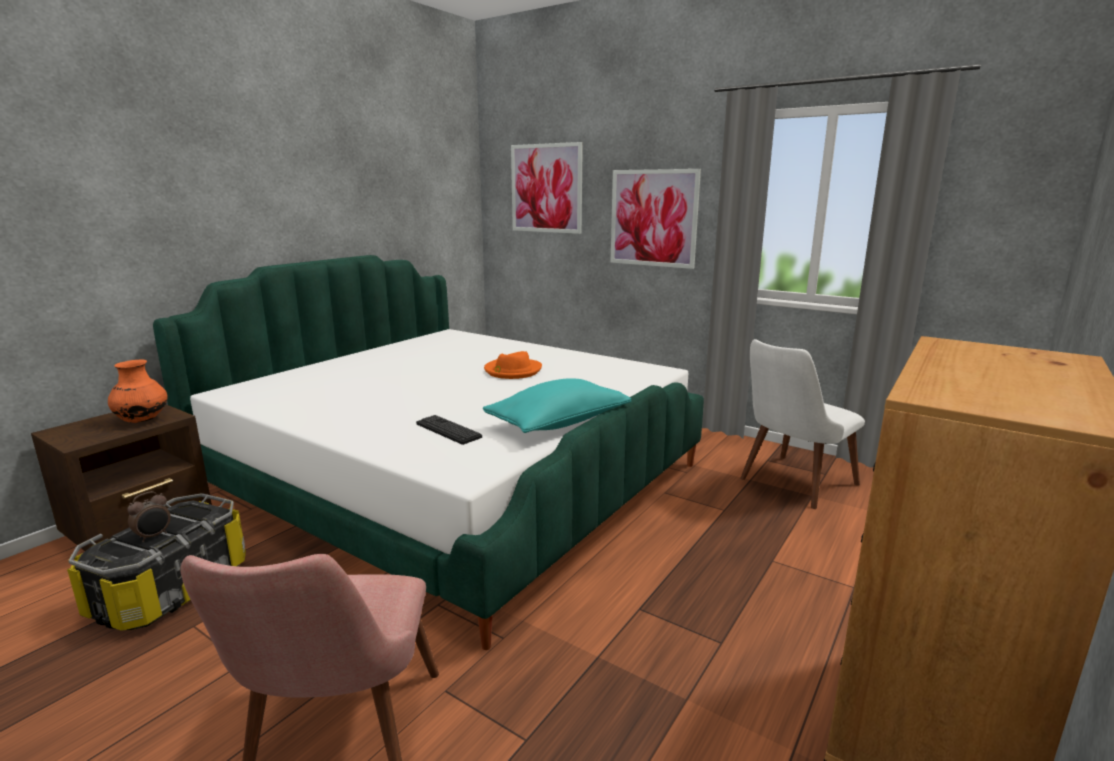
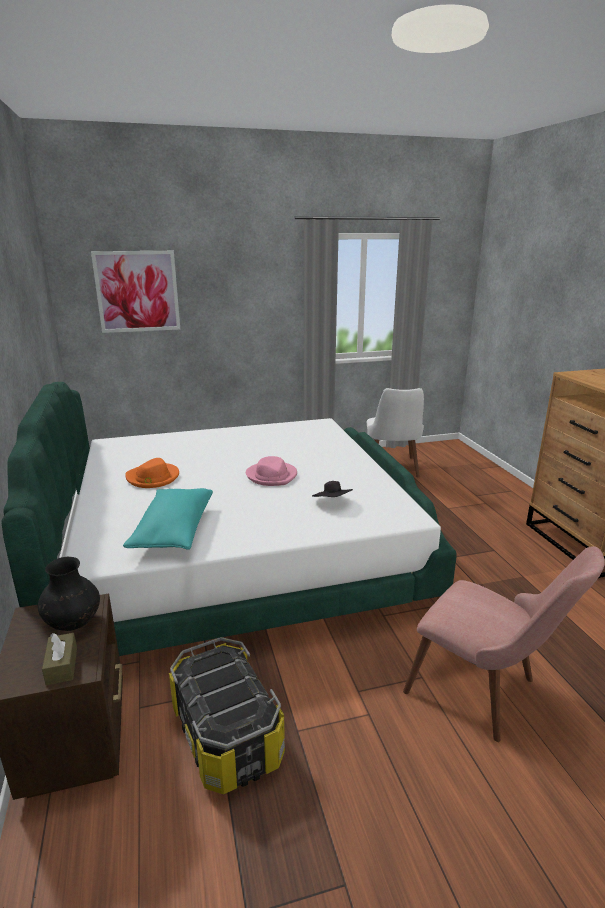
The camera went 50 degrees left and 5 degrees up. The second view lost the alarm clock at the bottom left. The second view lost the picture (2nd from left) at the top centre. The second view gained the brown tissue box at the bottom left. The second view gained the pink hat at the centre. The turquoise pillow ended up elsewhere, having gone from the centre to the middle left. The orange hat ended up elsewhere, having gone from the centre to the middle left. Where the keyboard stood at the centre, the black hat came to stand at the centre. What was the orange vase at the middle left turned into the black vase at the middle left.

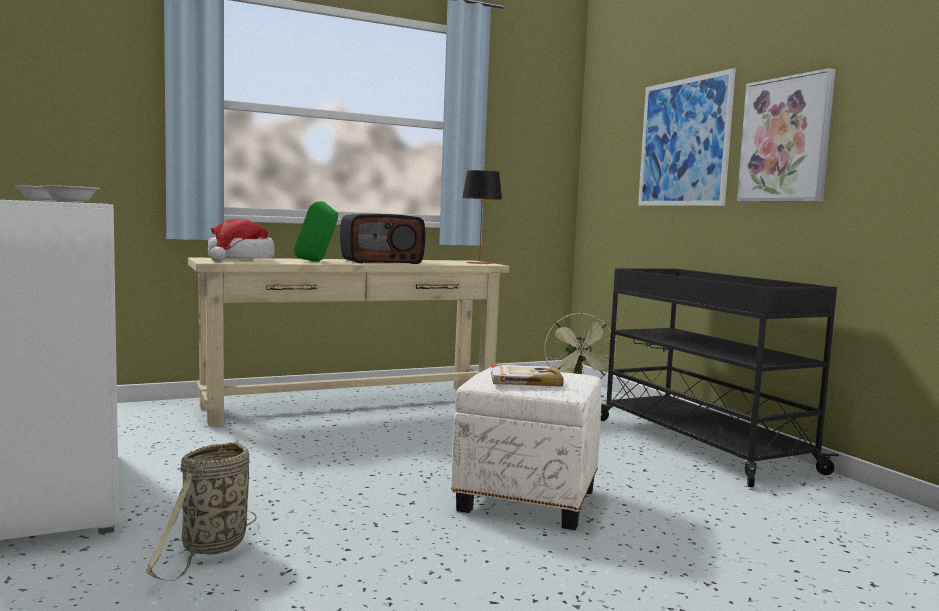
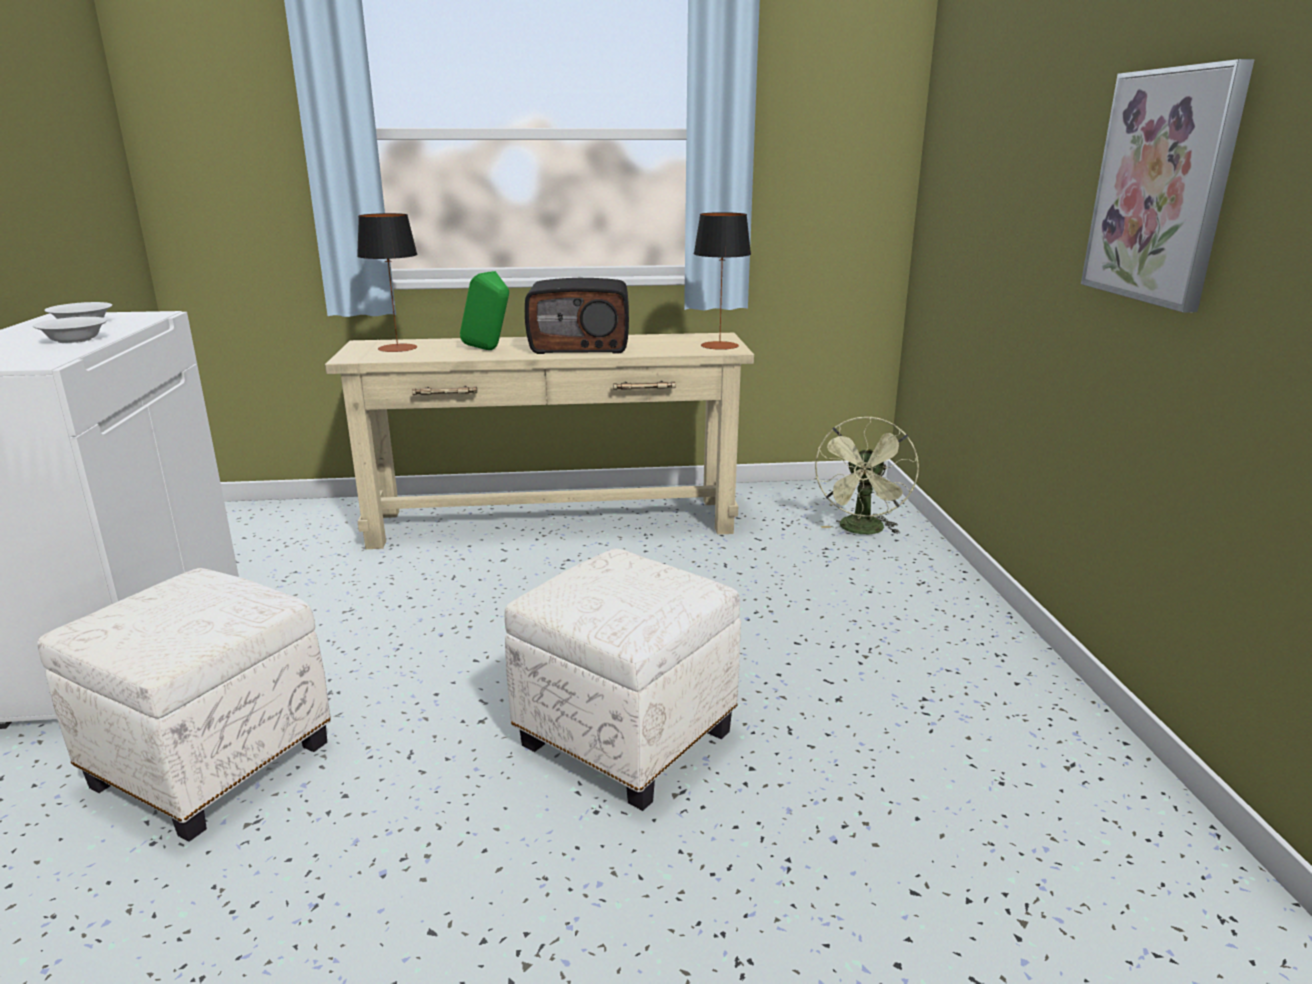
The camera went 20 degrees right and 15 degrees up. The second view lost the book at the centre. The second view lost the black cart at the middle right. The second view lost the picture (1st from left) at the top right. Where the basket stood at the bottom left, the white ottoman (1st from left) came to stand at the bottom left. Where the hat stood at the middle left, the table lamp (1st from left) came to stand at the top left.

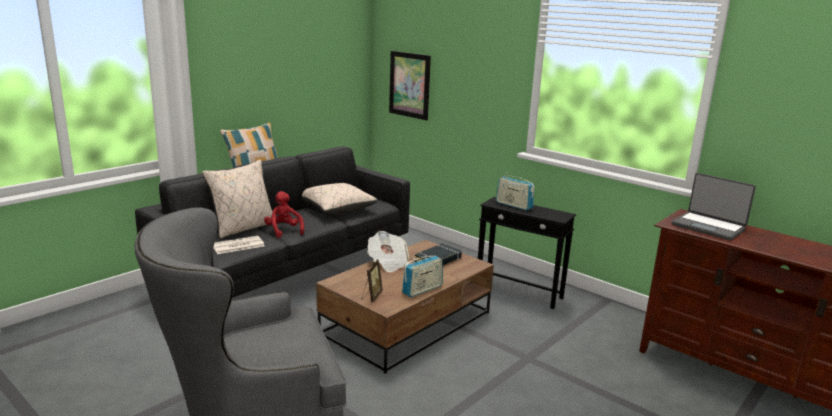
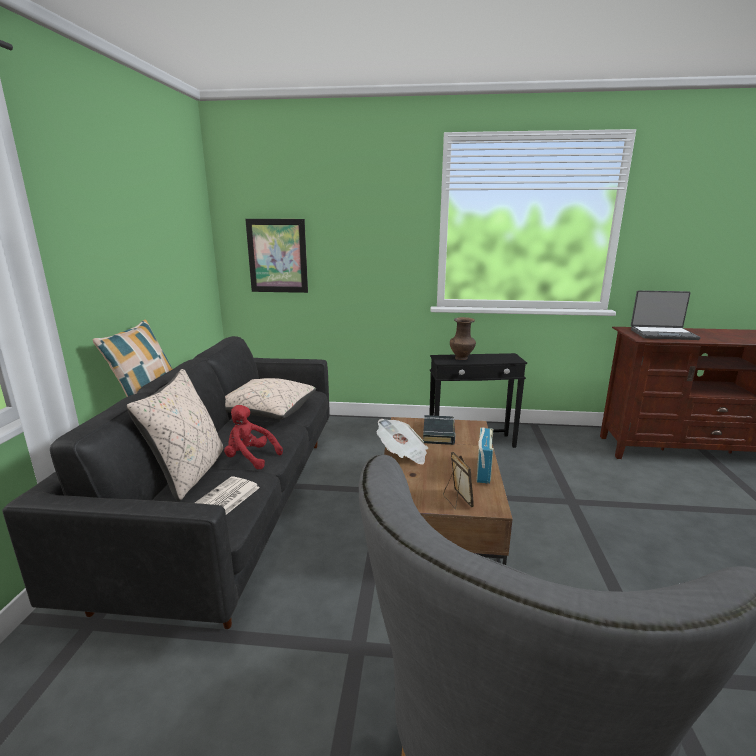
The camera went 35 degrees left and 0 degrees up. Where the radio (2nd from left) stood at the centre, the brown vase came to stand at the centre.

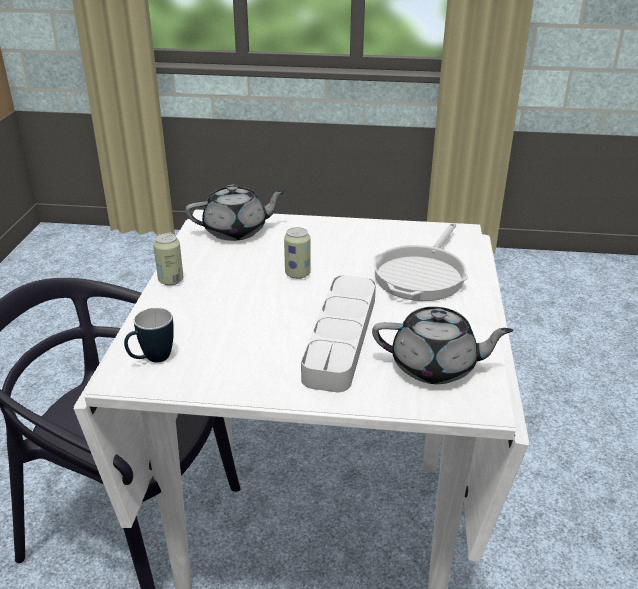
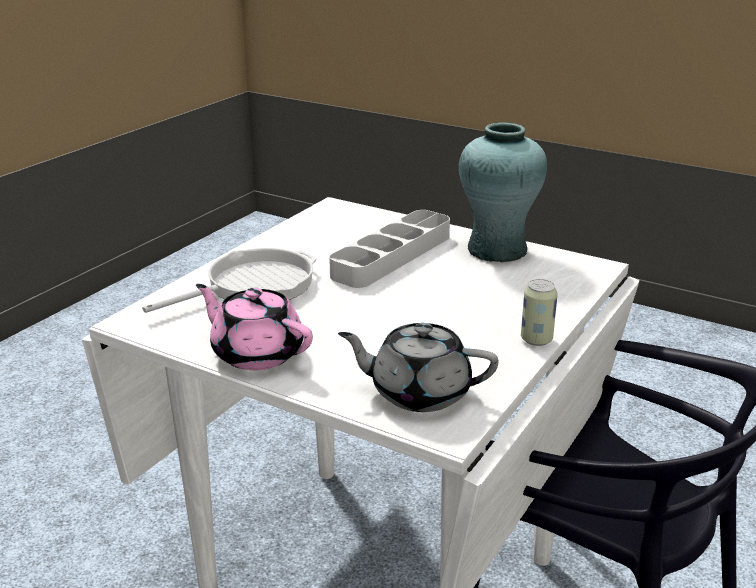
The camera went 155 degrees left and 5 degrees down. The second view lost the mug at the middle left. The second view lost the can (2nd from left) at the centre. The second view lost the grey teapot (2nd from left) at the middle right. The second view gained the pink teapot at the centre. The second view gained the turquoise vase at the top centre.

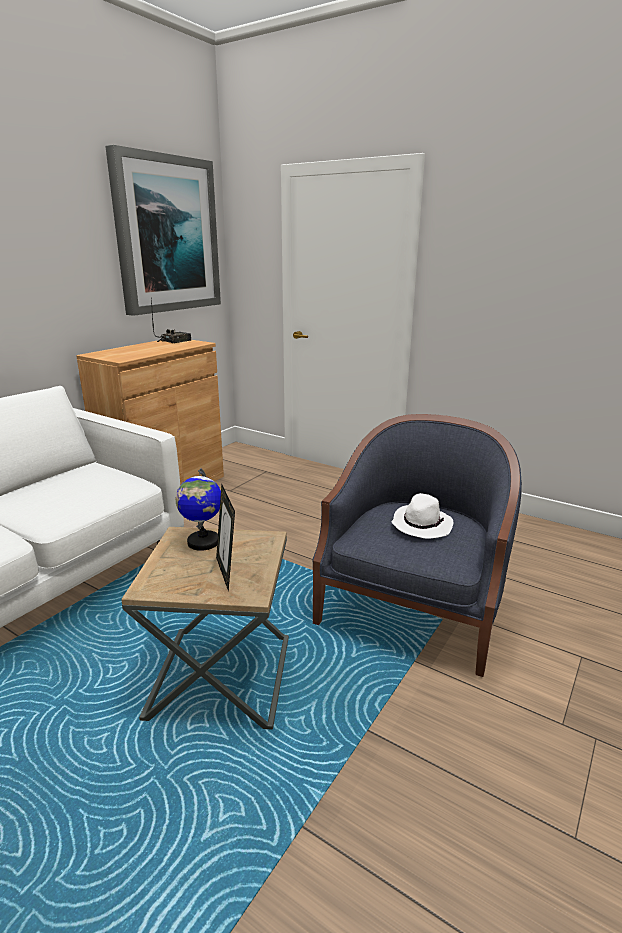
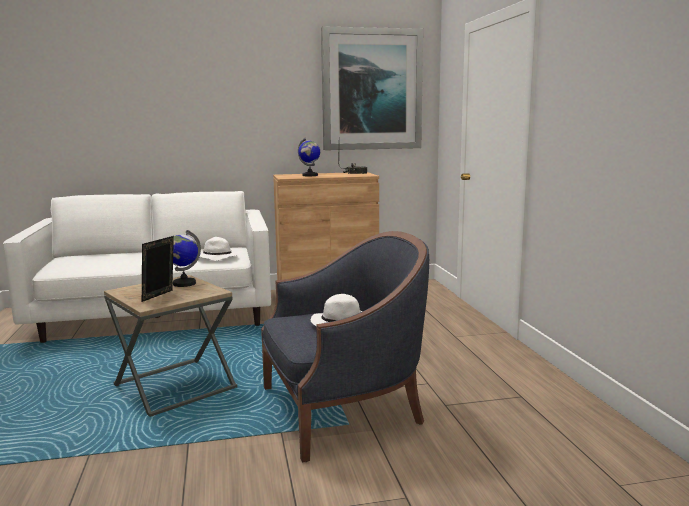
The camera went 45 degrees right and 10 degrees down. The second view gained the white hat (1st from left) at the middle left. The second view gained the globe (2nd from left) at the top centre.

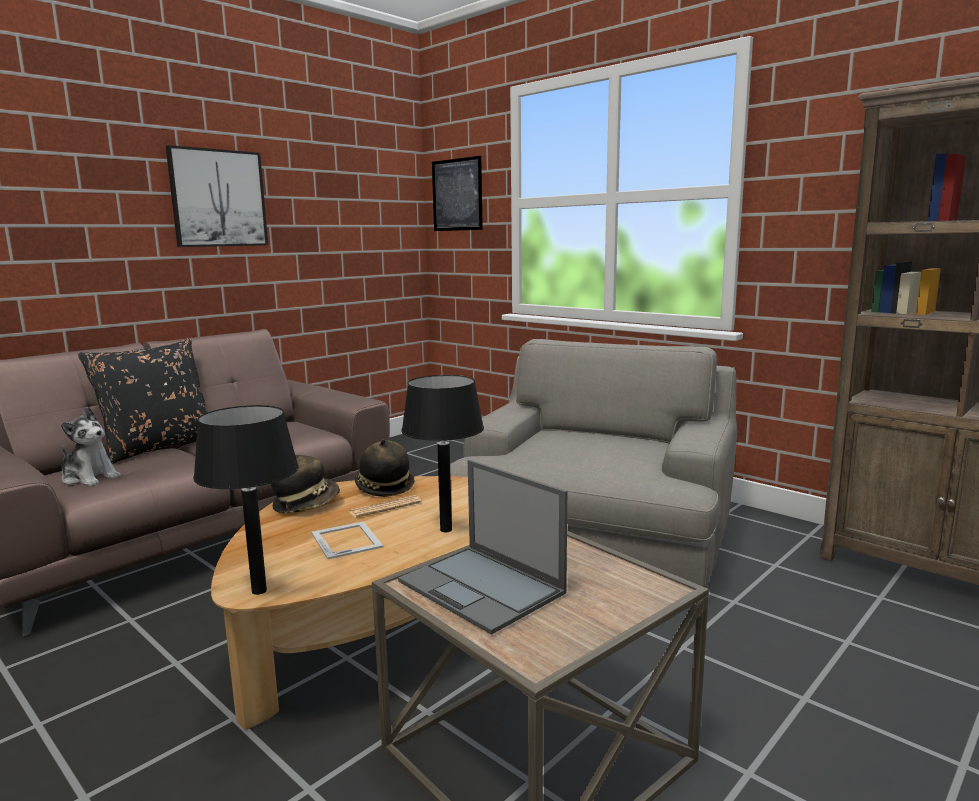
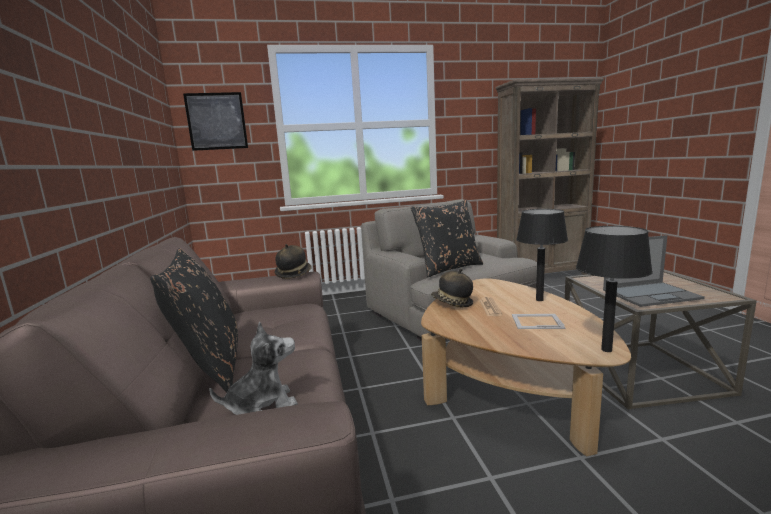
The camera went 55 degrees left and 0 degrees up. The second view lost the picture (1st from left) at the top left. The second view gained the black pillow (2nd from left) at the centre. The hat (1st from left) ended up elsewhere, having gone from the middle left to the centre.

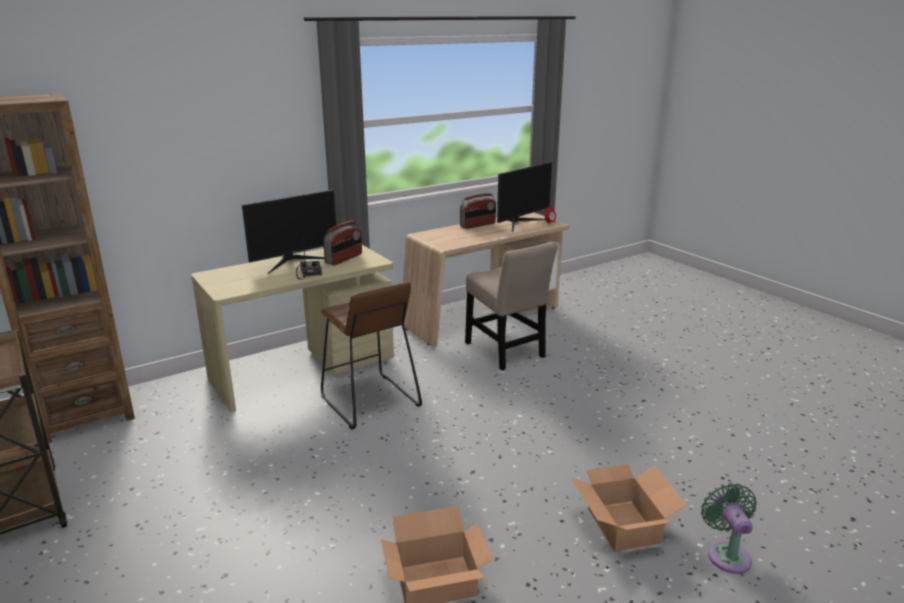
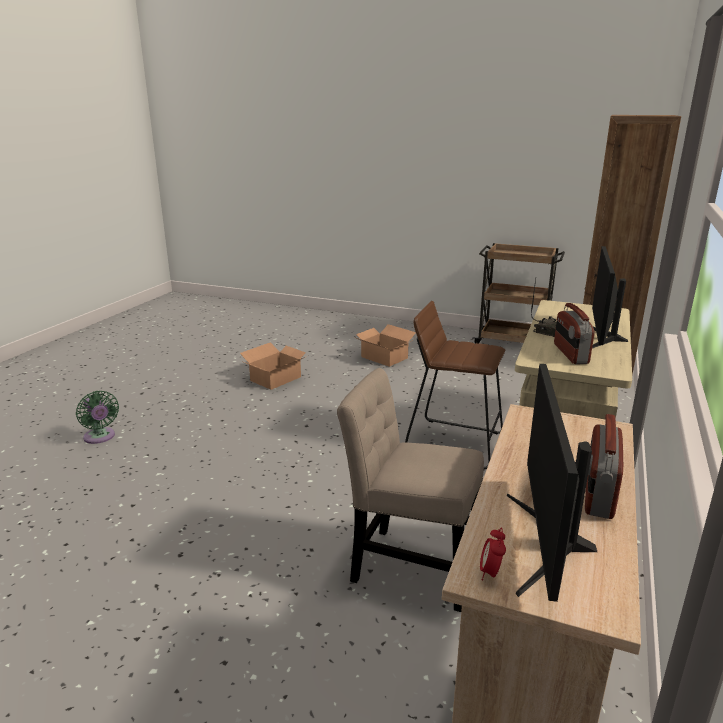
The camera went 145 degrees right and 0 degrees up. The cardboard box (2nd from left) ended up elsewhere, having gone from the bottom right to the centre.

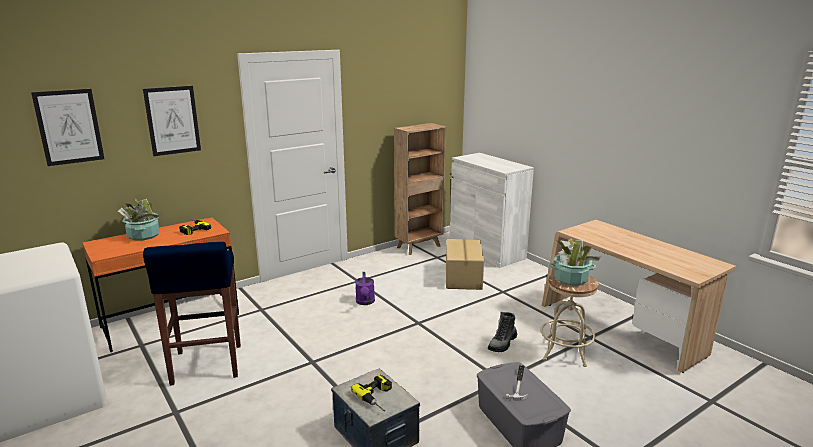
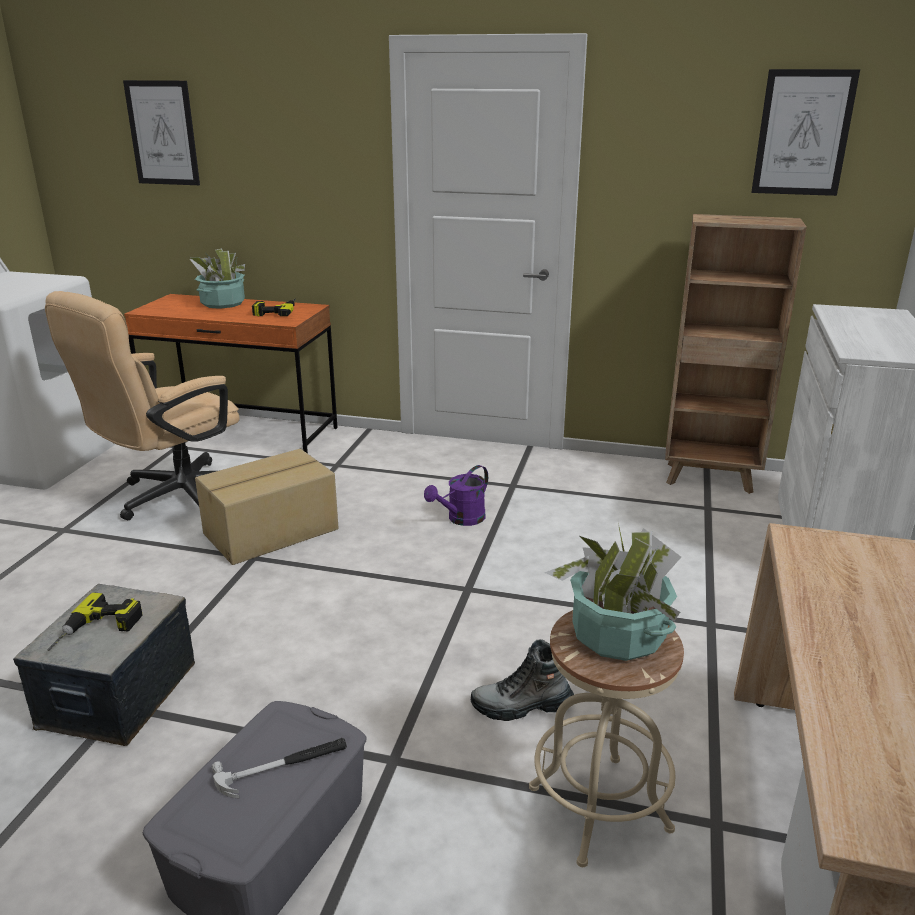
The camera went 50 degrees right and 5 degrees up. The picture (2nd from left) ended up elsewhere, having gone from the top left to the top right. The cardboard box ended up elsewhere, having gone from the centre to the middle left. Where the blue stool stood at the bottom left, the beige office chair came to stand at the middle left.

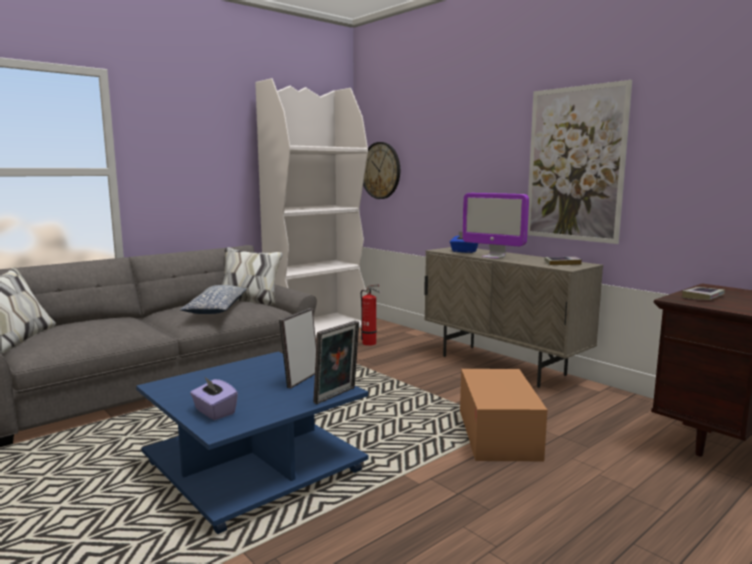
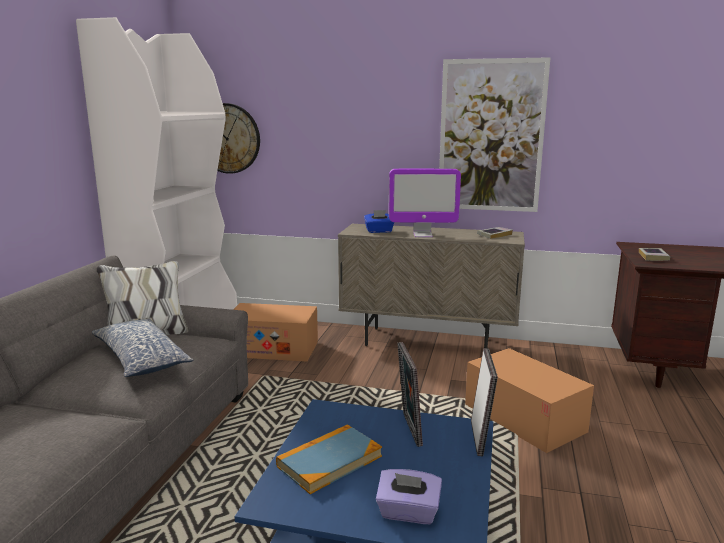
The camera went 35 degrees left and 5 degrees up. The second view gained the book (1st from left) at the bottom centre. Where the fire extinguisher stood at the centre, the cardboard box (1st from left) came to stand at the centre.

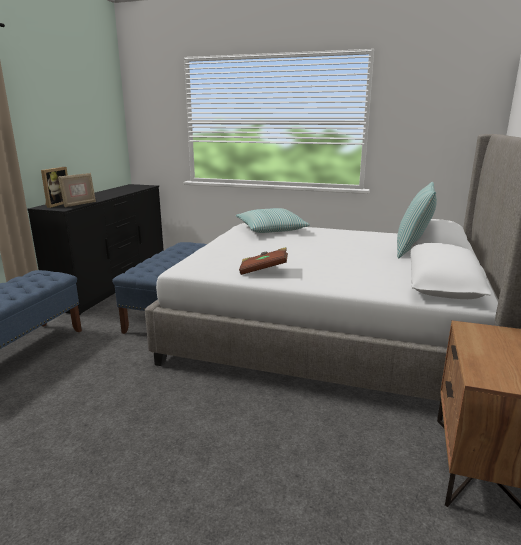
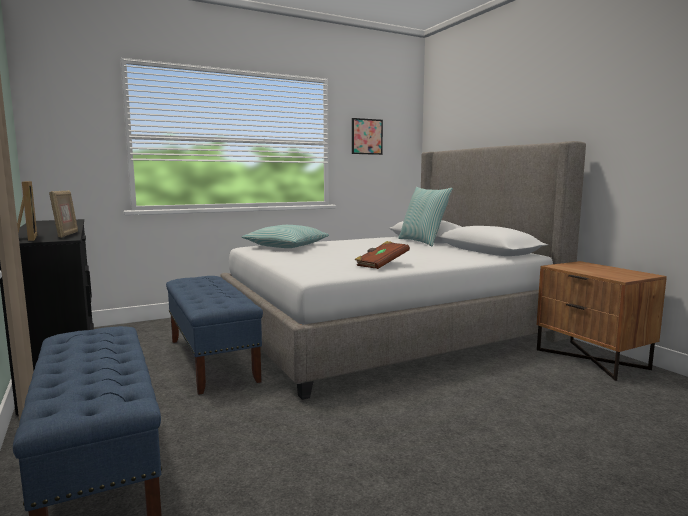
The camera went 45 degrees left and 10 degrees down. The second view gained the picture at the top centre.

